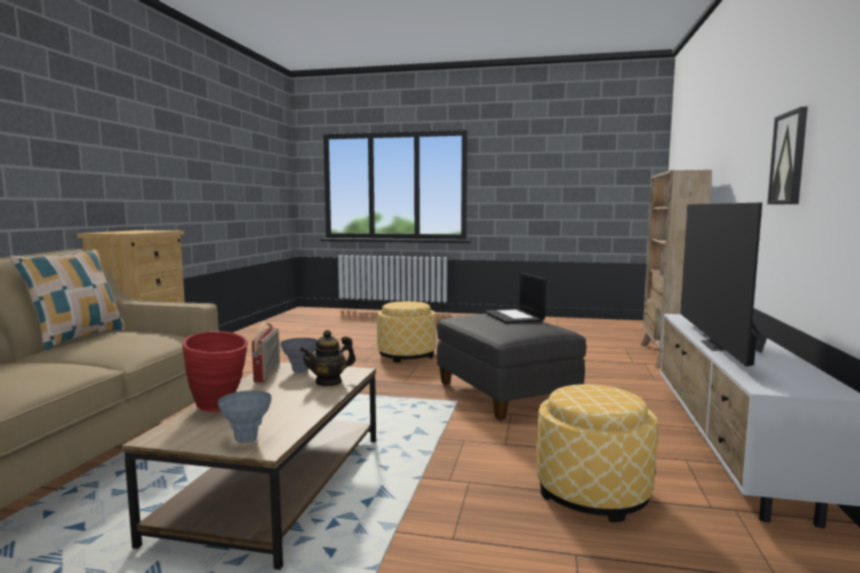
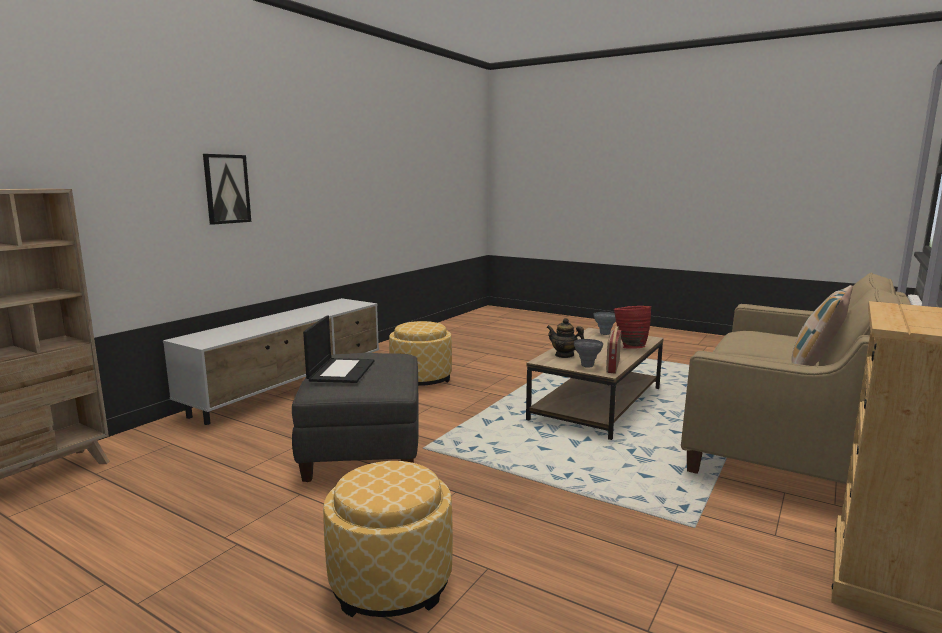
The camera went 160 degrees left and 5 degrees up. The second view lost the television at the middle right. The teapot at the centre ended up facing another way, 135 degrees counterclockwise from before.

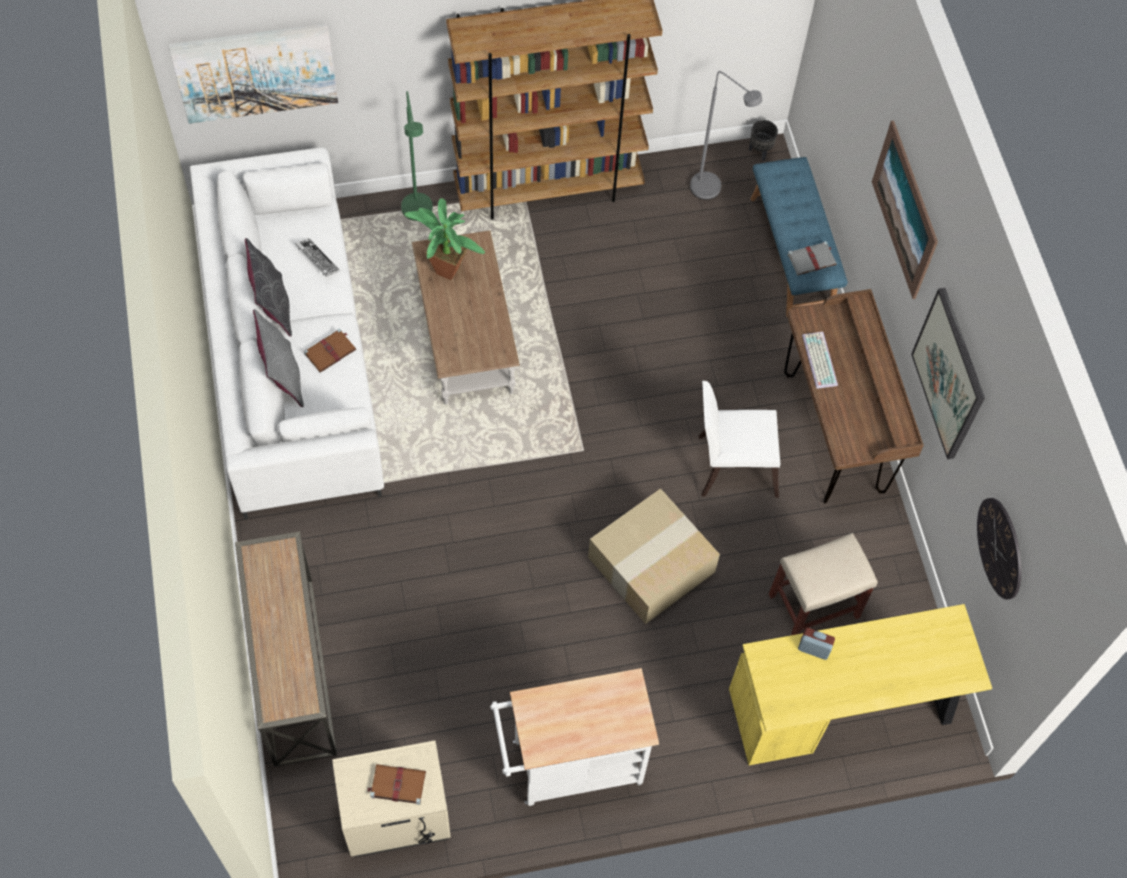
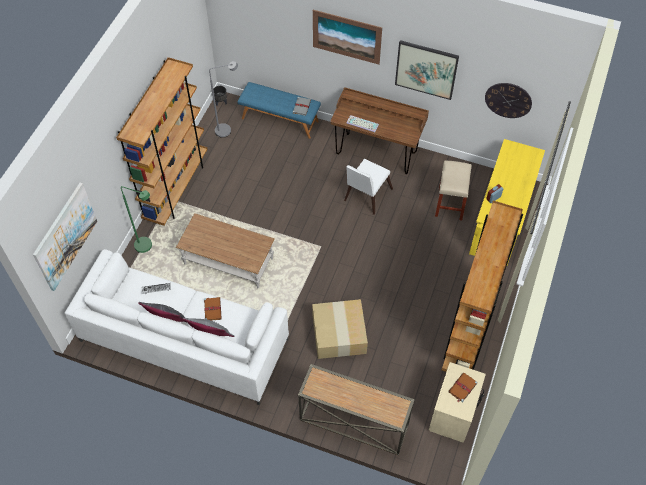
The camera went 55 degrees left and 5 degrees down. The second view lost the potted plant at the top centre. The cardboard box ended up elsewhere, having gone from the centre to the bottom centre. Where the white cart stood at the bottom centre, the brown bookcase (2nd from left) came to stand at the middle right.

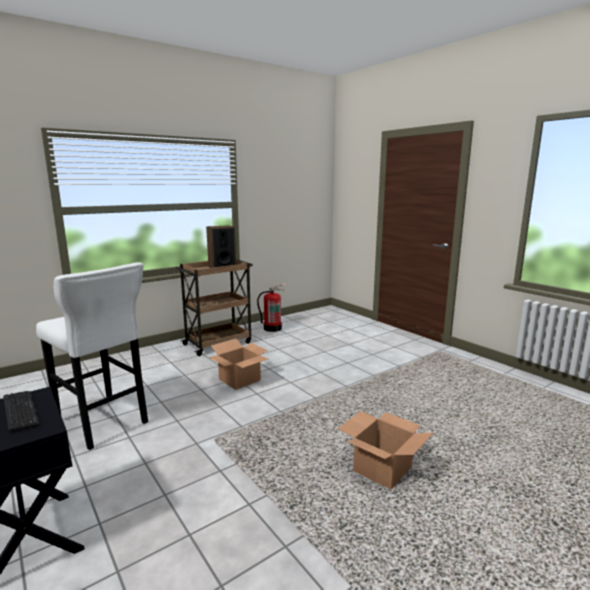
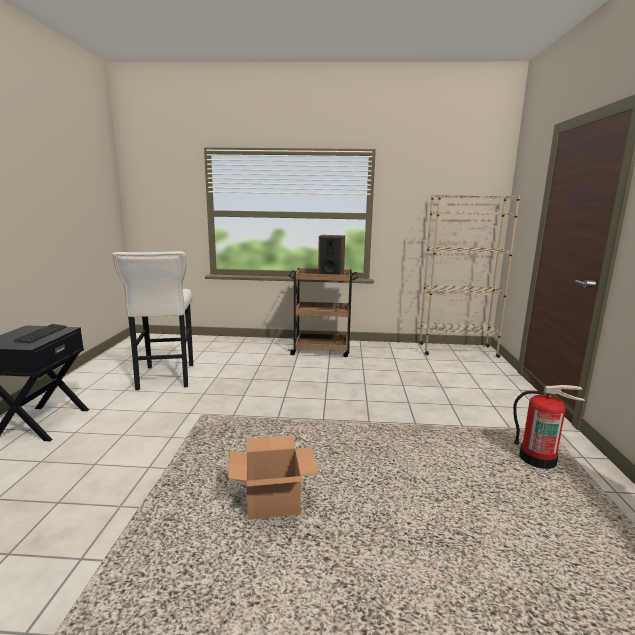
The camera went 40 degrees right and 0 degrees up. The second view lost the cardboard box (1st from left) at the centre. The second view gained the beige bookcase at the middle right. The fire extinguisher ended up elsewhere, having gone from the centre to the bottom right.

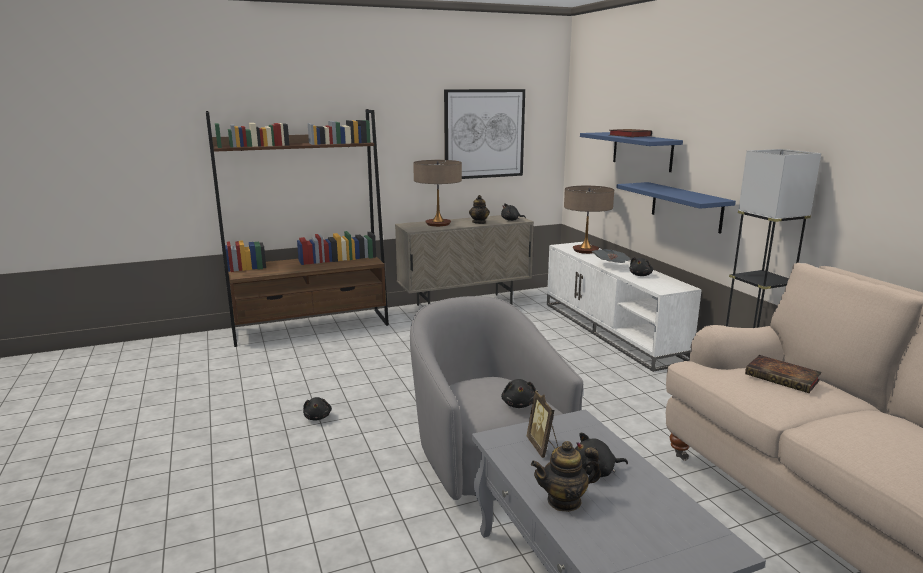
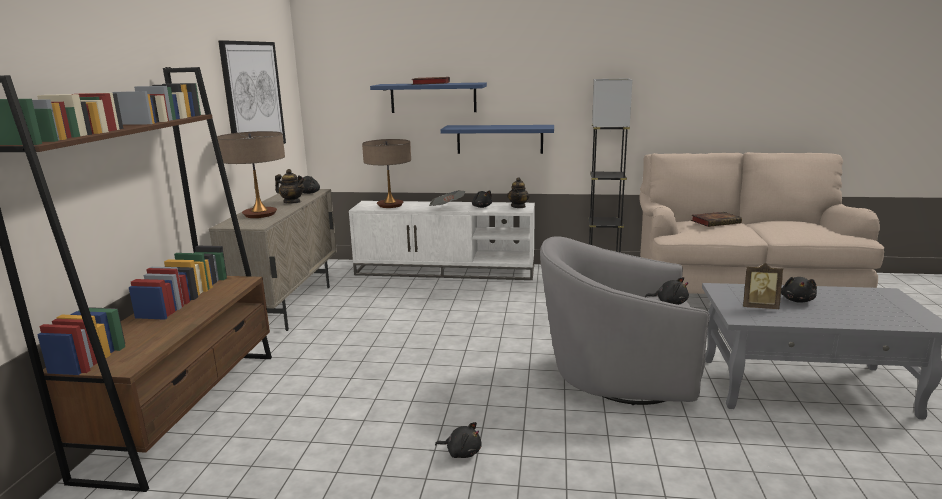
The camera went 60 degrees left and 0 degrees up. The teapot (2nd from left) ended up elsewhere, having gone from the bottom centre to the centre.

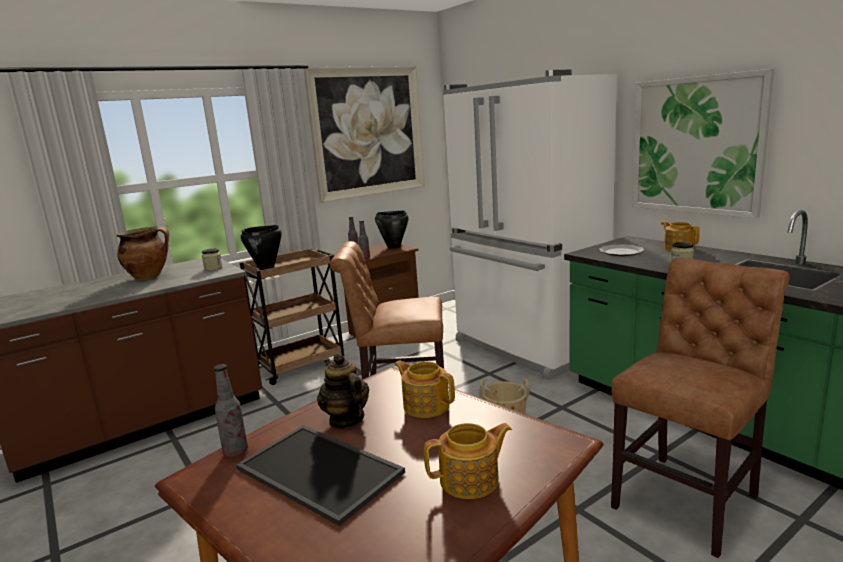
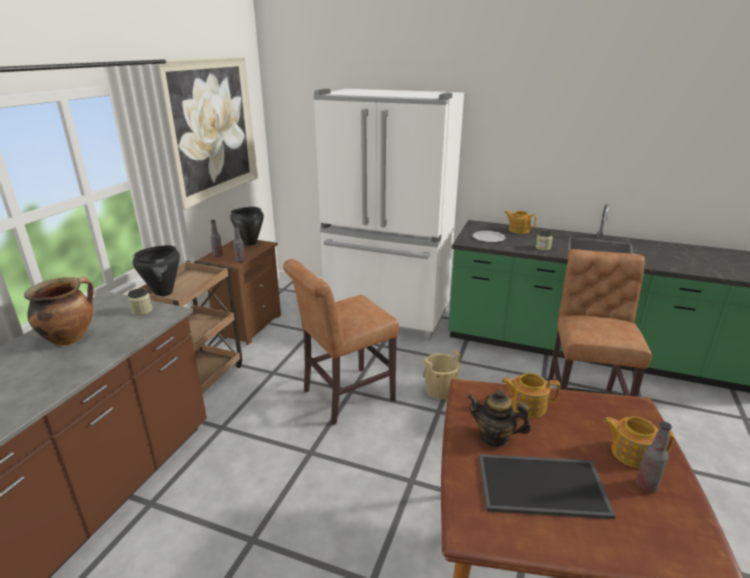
The camera went 35 degrees left and 10 degrees up. The second view lost the picture (2nd from left) at the top right. The bottle (1st from left in the first image) ended up elsewhere, having gone from the bottom left to the bottom right. The teapot (3rd from left in the first image) at the bottom centre ended up facing another way, 105 degrees counterclockwise from before.

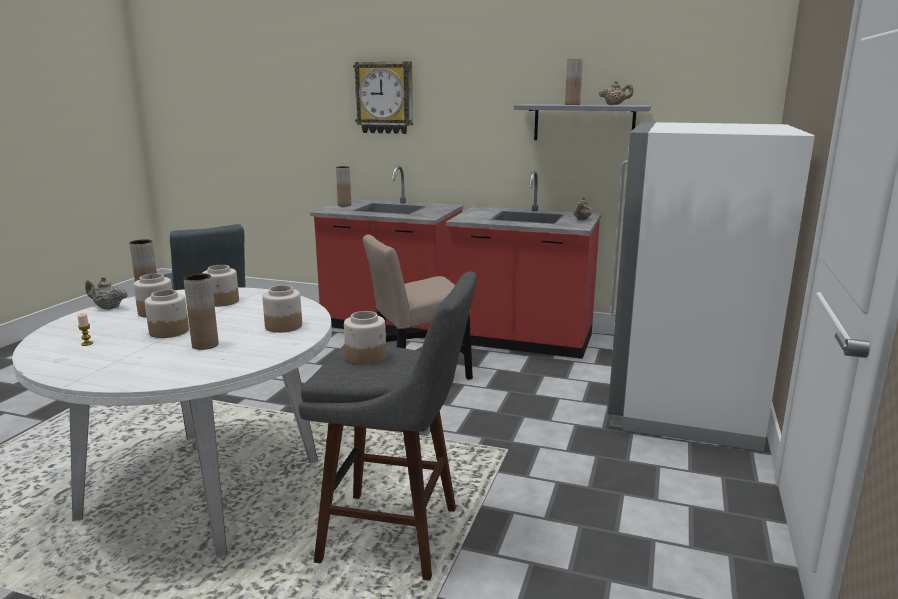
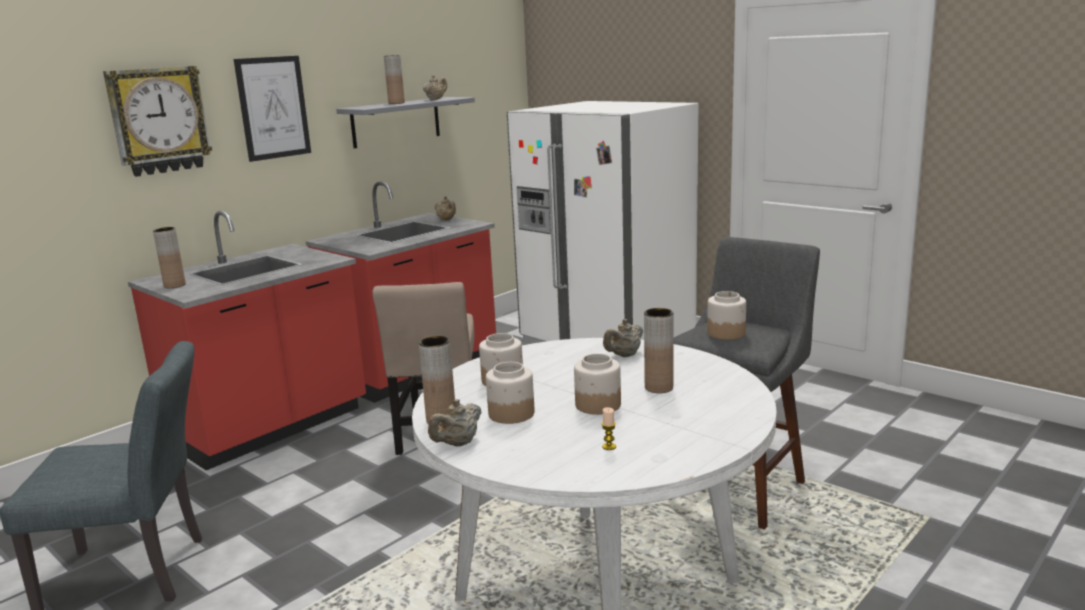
The camera went 65 degrees left and 0 degrees up. The second view gained the picture at the top left. Where the jar (4th from left) stood at the middle left, the beige teapot (4th from left) came to stand at the centre.

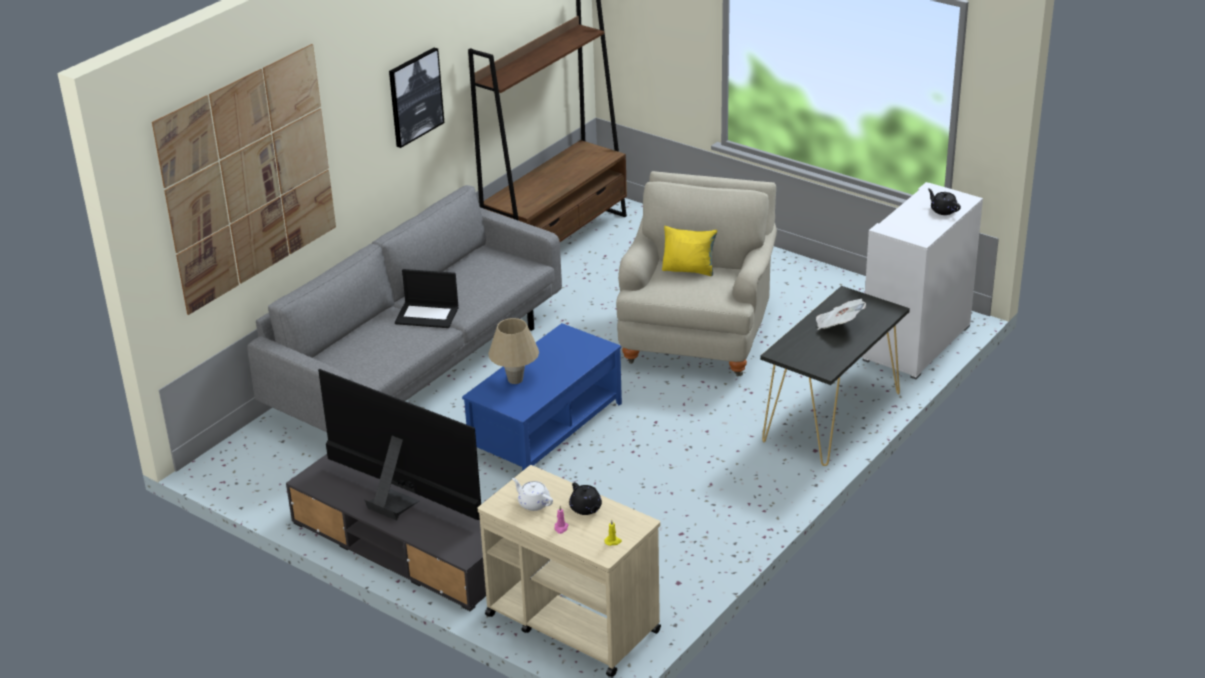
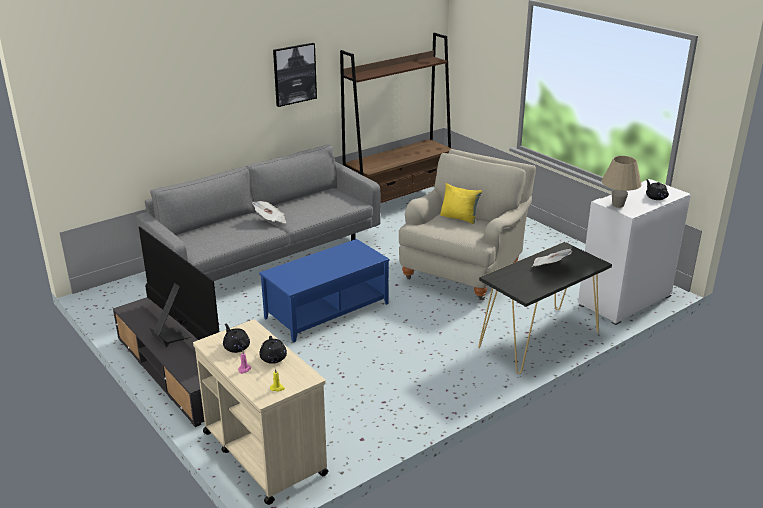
The camera went 15 degrees right and 5 degrees down. The second view lost the picture (1st from left) at the top left. The beige table lamp ended up elsewhere, having gone from the centre to the middle right. Where the laptop stood at the centre, the newspaper (1st from left) came to stand at the centre. What was the white teapot at the bottom centre turned into the black teapot (1st from left) at the middle left.

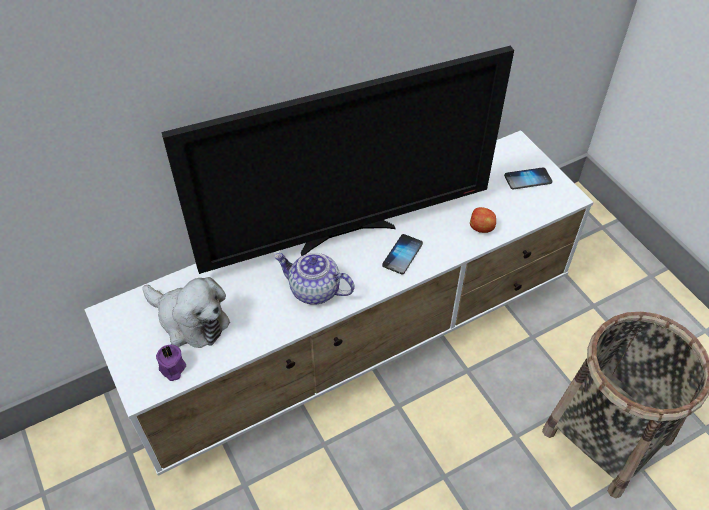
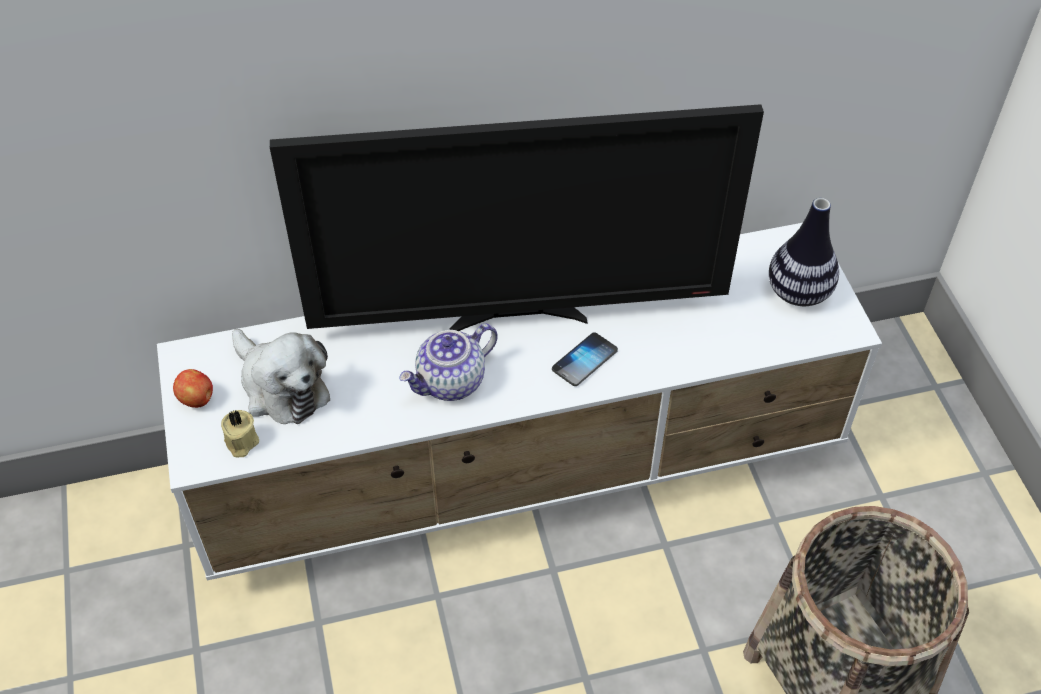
The camera went 15 degrees right and 0 degrees up. The apple ended up elsewhere, having gone from the middle right to the middle left. Where the phone (2nd from left) stood at the middle right, the vase came to stand at the middle right. What was the purple candle at the bottom left turned into the beige candle at the middle left. The teapot at the centre ended up facing another way, 75 degrees counterclockwise from before.

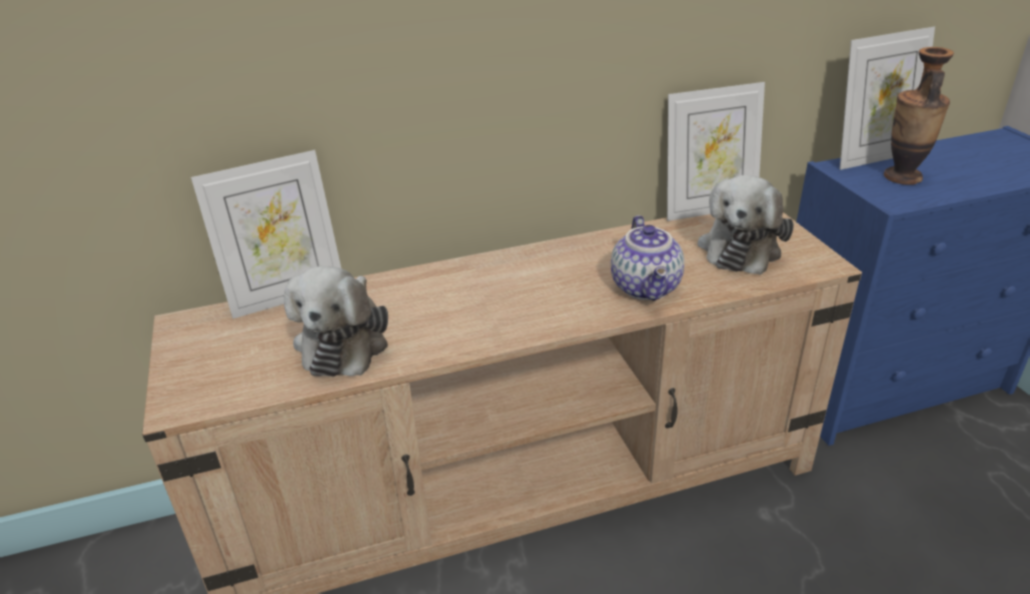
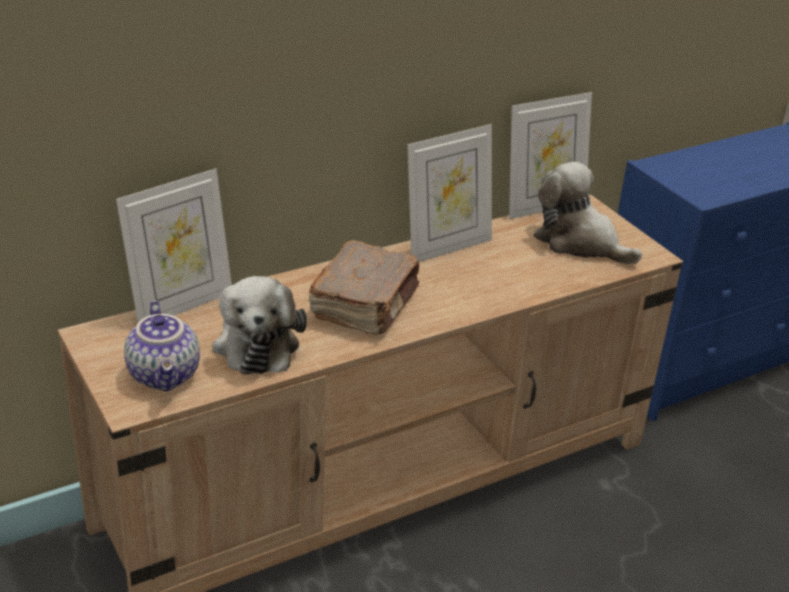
The camera went 15 degrees left and 0 degrees up. The second view lost the vase at the top right. The second view gained the brown book at the centre. The teapot ended up elsewhere, having gone from the centre to the middle left. The picture frame (3rd from left in the first image) ended up elsewhere, having gone from the top right to the top centre. The plush toy (2nd from left) at the middle right ended up facing another way, 120 degrees clockwise from before.

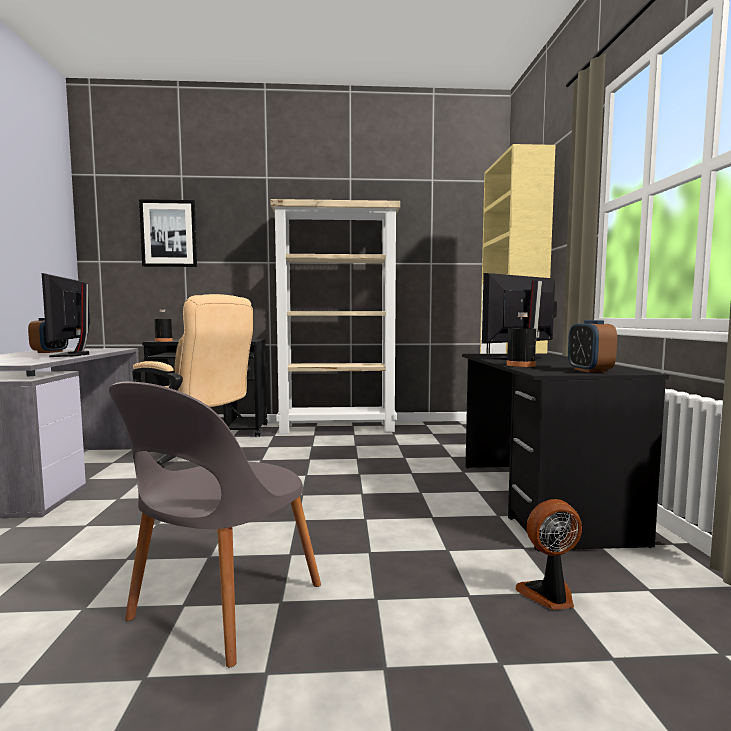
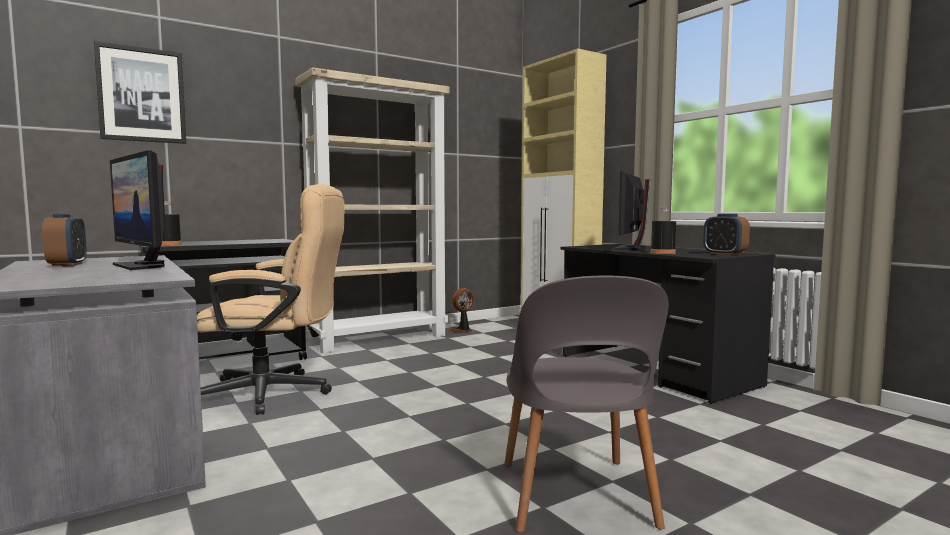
The camera went 30 degrees left and 0 degrees up. The fan ended up elsewhere, having gone from the bottom right to the centre.

